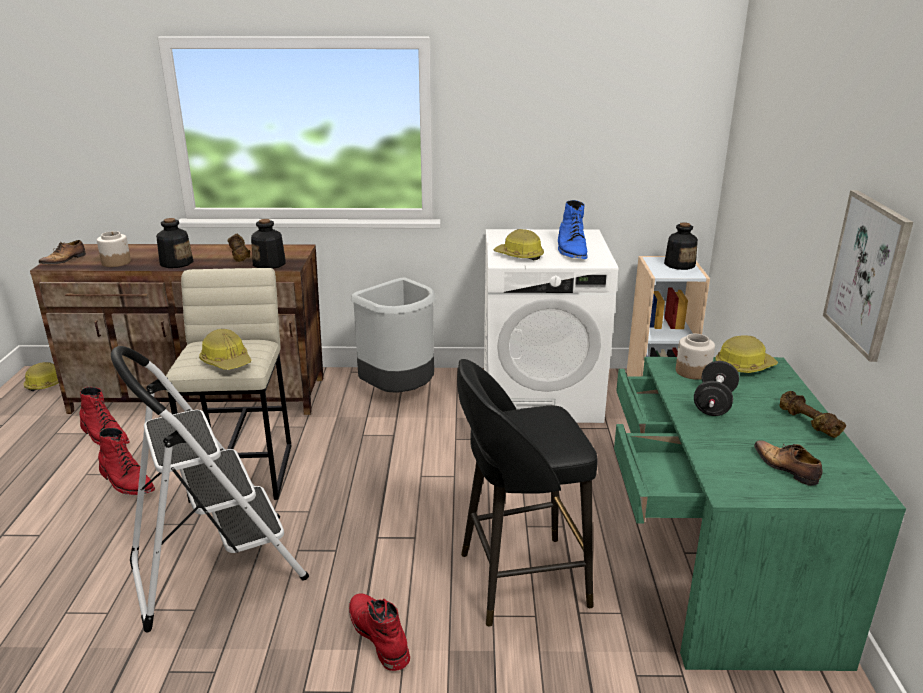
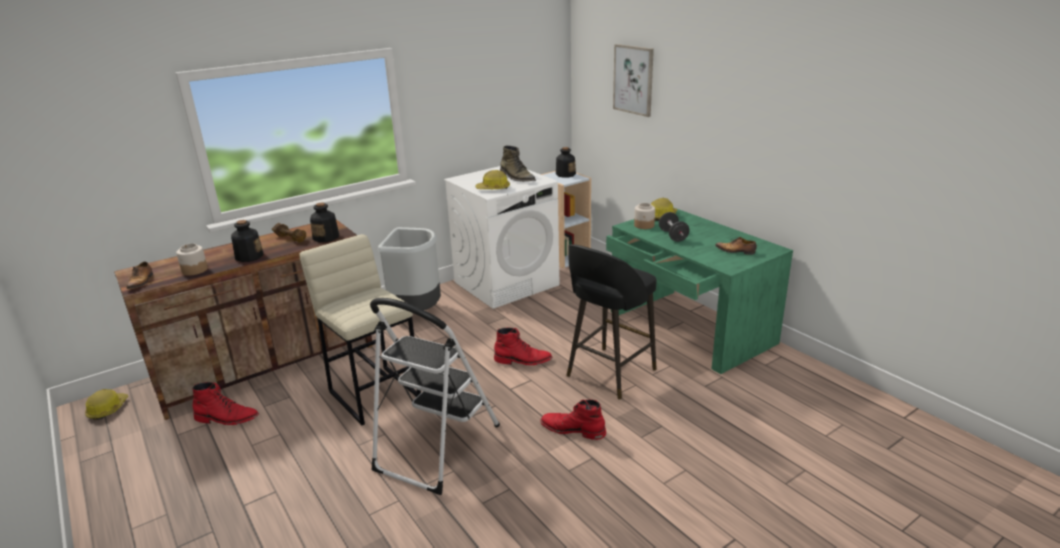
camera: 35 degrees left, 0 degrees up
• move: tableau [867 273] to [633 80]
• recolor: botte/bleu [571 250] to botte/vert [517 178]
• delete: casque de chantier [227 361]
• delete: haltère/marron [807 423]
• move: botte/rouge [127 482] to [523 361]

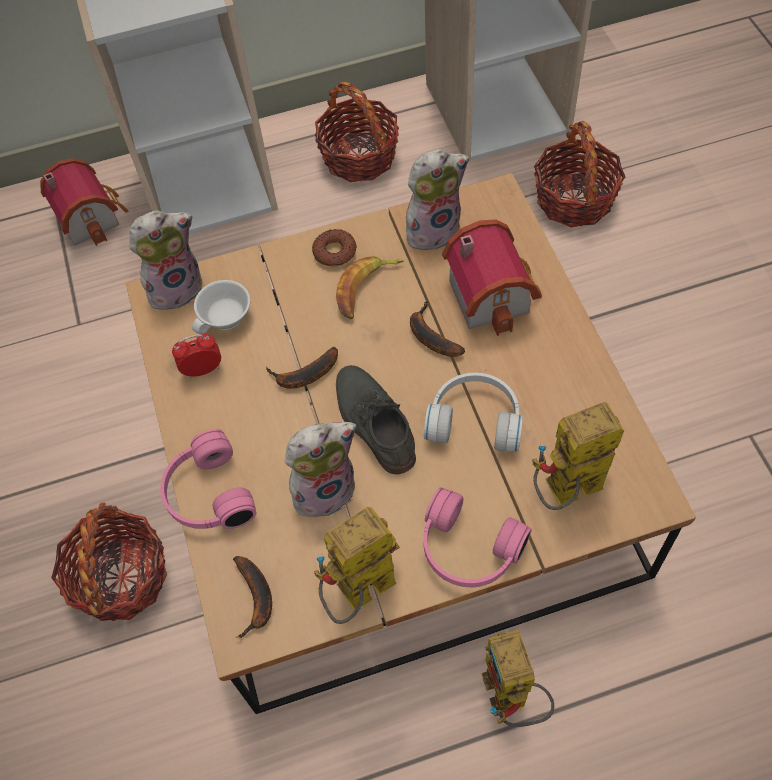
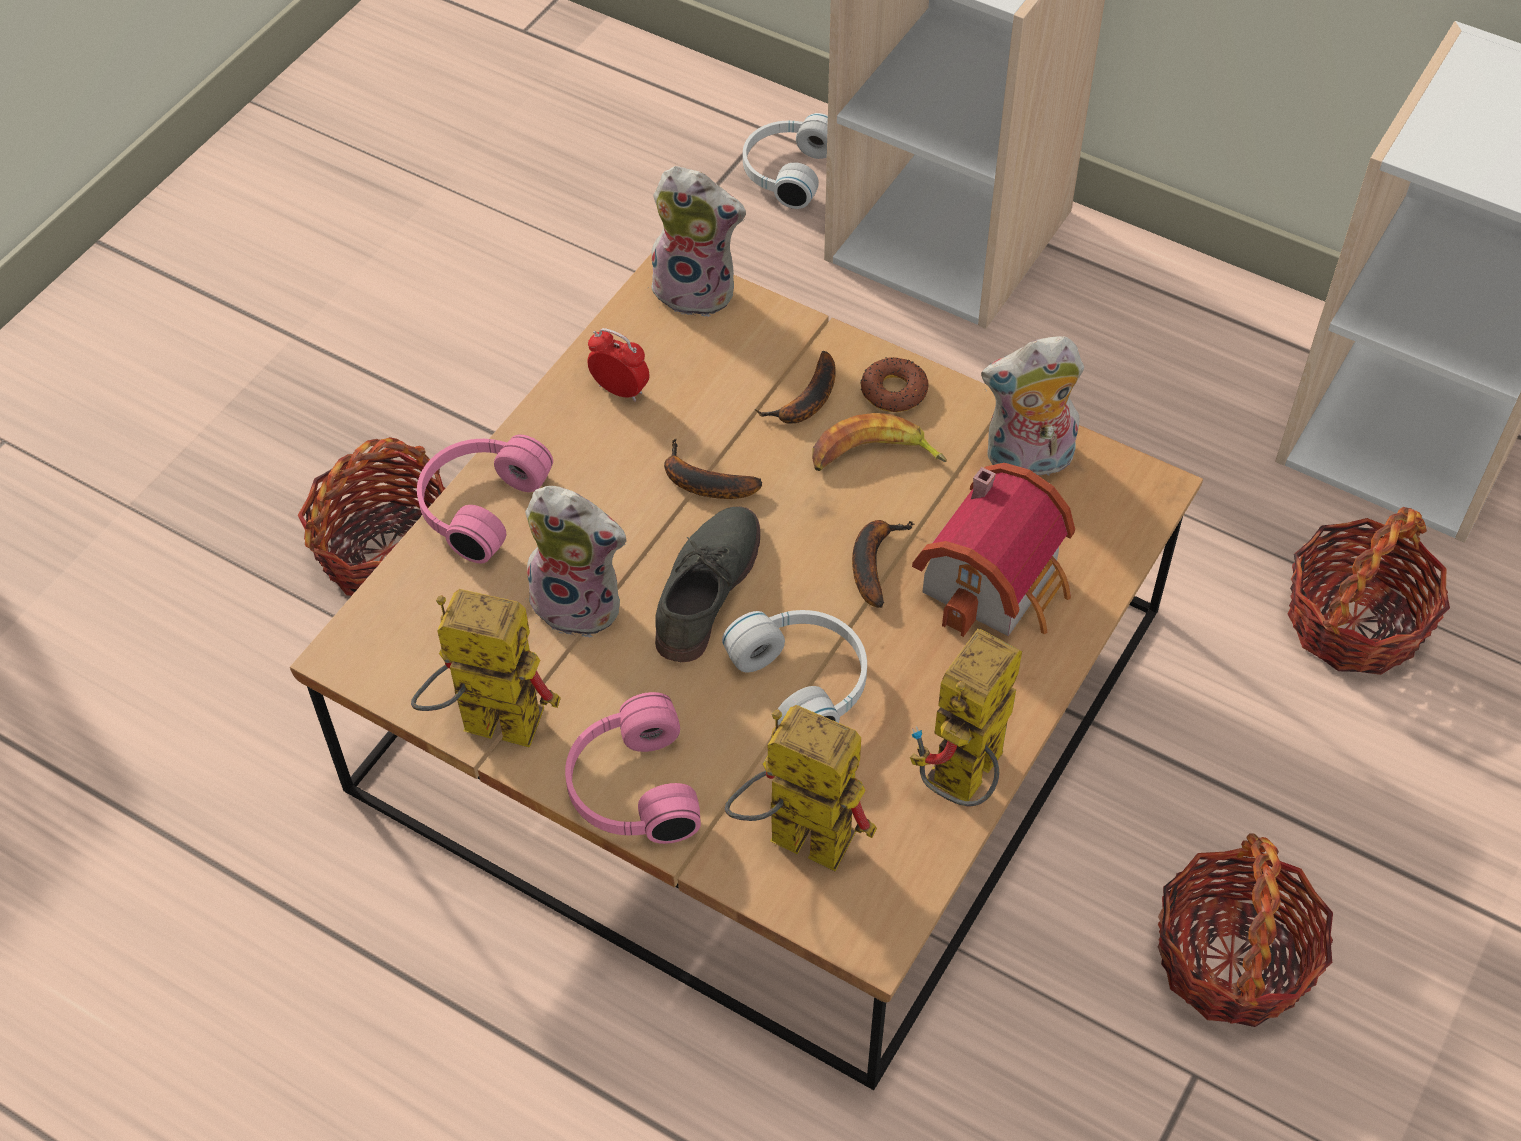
camera: 45 degrees right, 5 degrees down
• move: panier [359 156] to [1232 959]
• rotate: peluche [433 229] = [1027 460] 150 degrees clockwise
• replace: maison miniature [91 216] to casque audio/blanc [785 171]
• delete: tasse/blanc [226 319]
• move: banane [256 599] to [806 402]
• move: robot jouet [511 700] to [962 784]

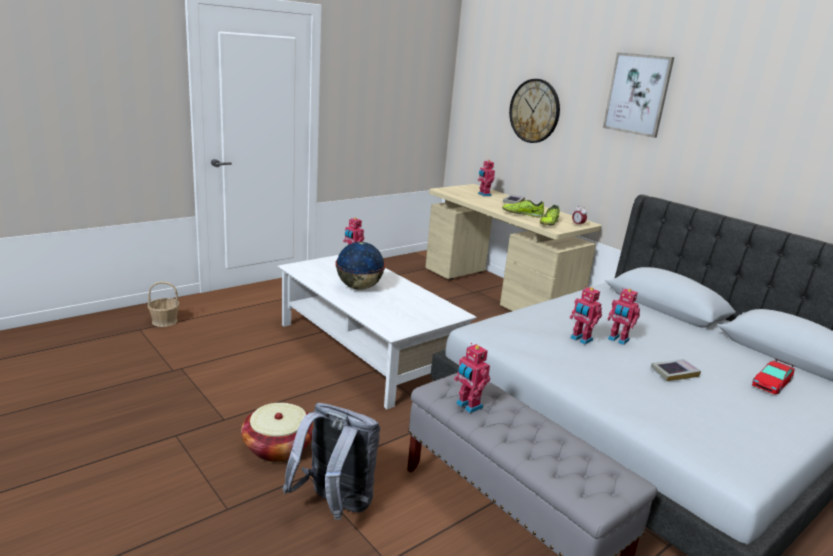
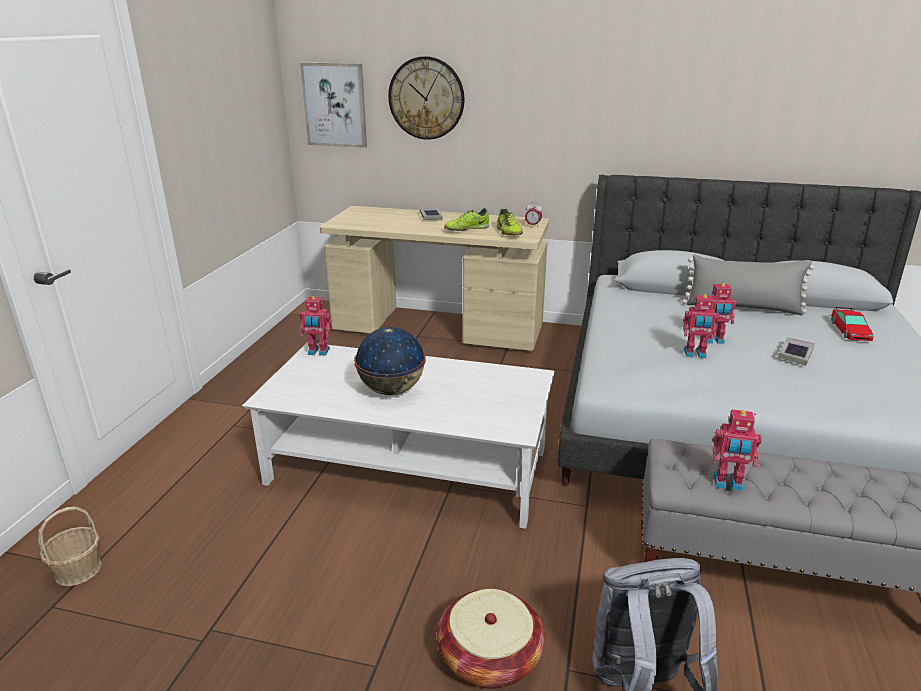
camera: 35 degrees left, 5 degrees up
• move: tableau [637 94] to [335 105]
• delete: robot jouet [483 194]
• insert: coussin/gris [742 307]

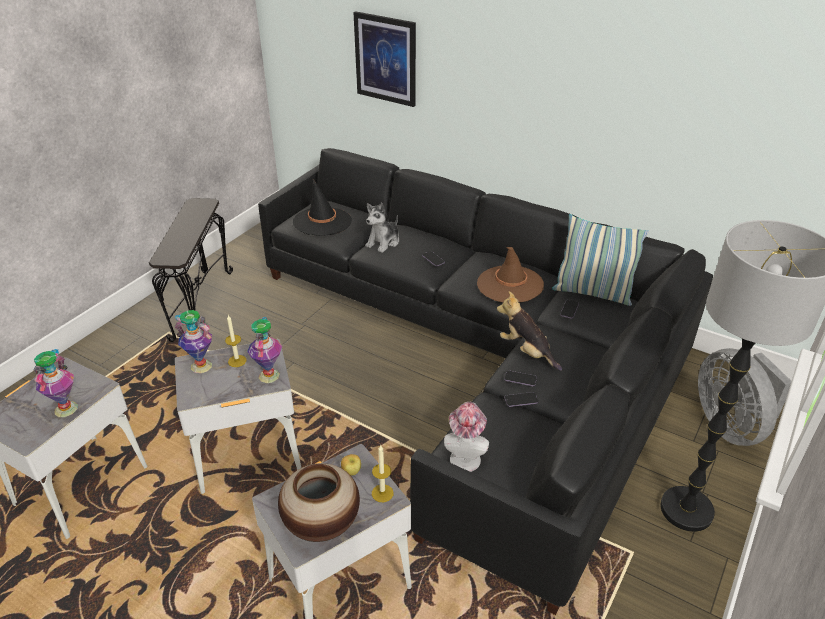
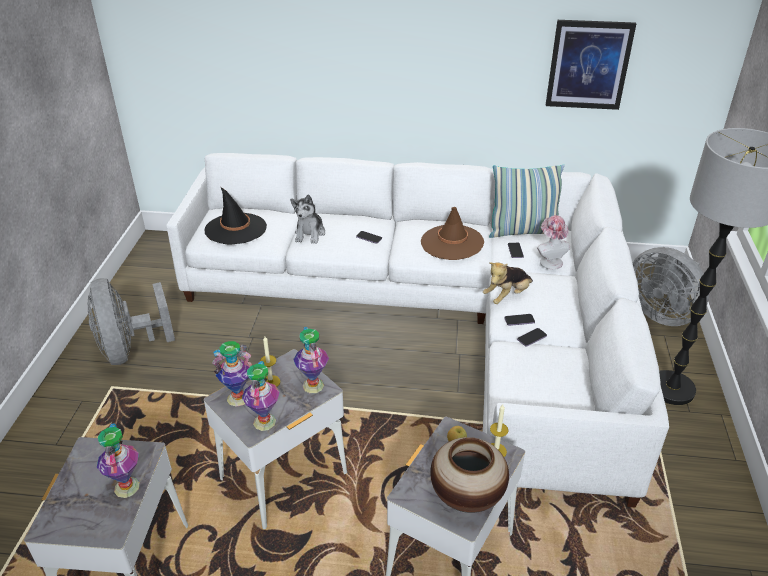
camera: 25 degrees left, 0 degrees up
• move: tableau [386 59] to [588 65]
• recolor: canapé/noir [483 358] to canapé/blanc [439 318]
• replace: table d'appoint/noir [203 305] to ventilateur/gris [130 349]
• rotate: peluche [526 351] = [507 296] 60 degrees counterclockwise
• move: chapeau [465 456] to [549 260]
• insert: vase [264 421]

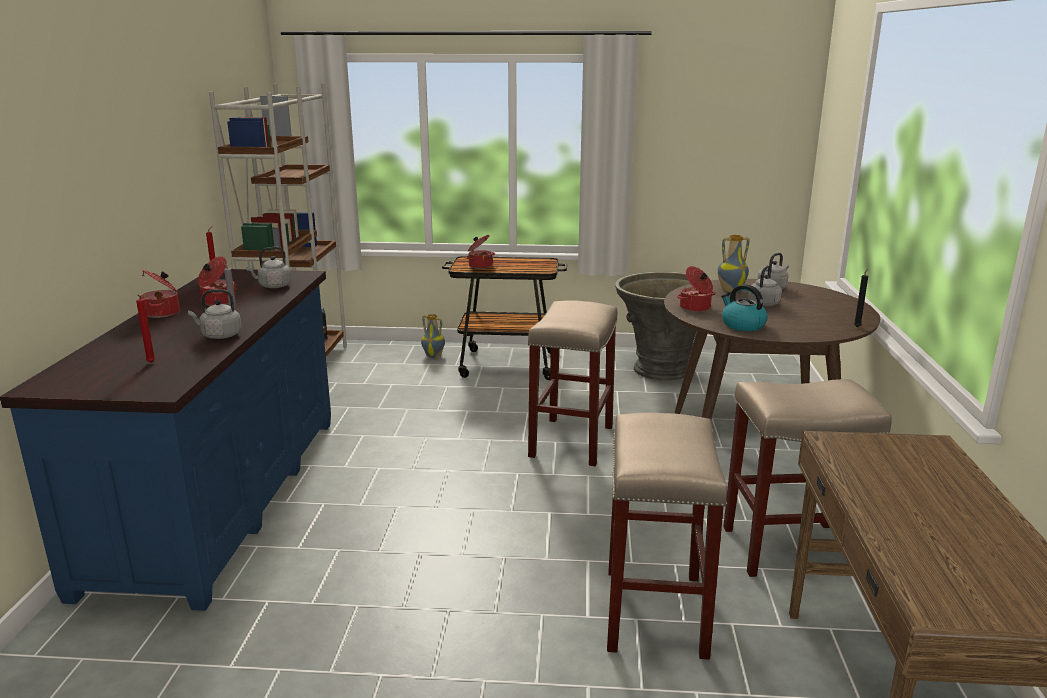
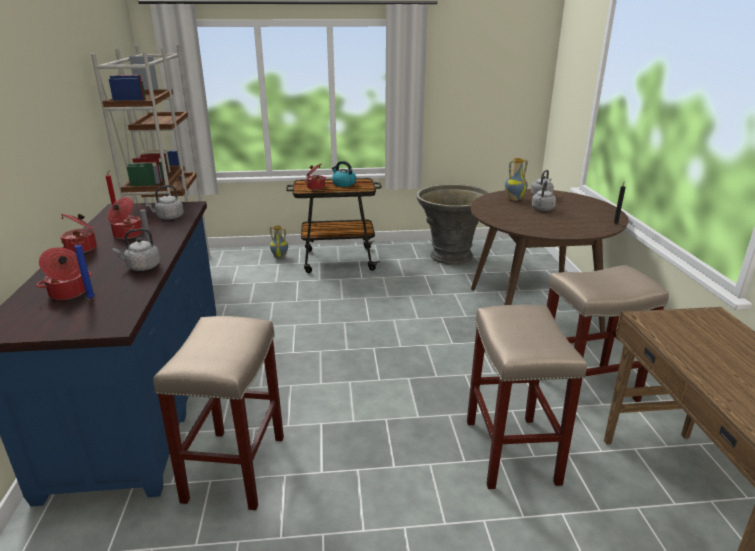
camera: 10 degrees left, 5 degrees up
• move: marmite [695 308] to [68 293]
• move: bouilloire [742 325] to [343 184]
• recolor: bougie/rouge [150 363] to bougie/bleu [91 299]
• move: tabouret/beige [571 441] to [235 467]

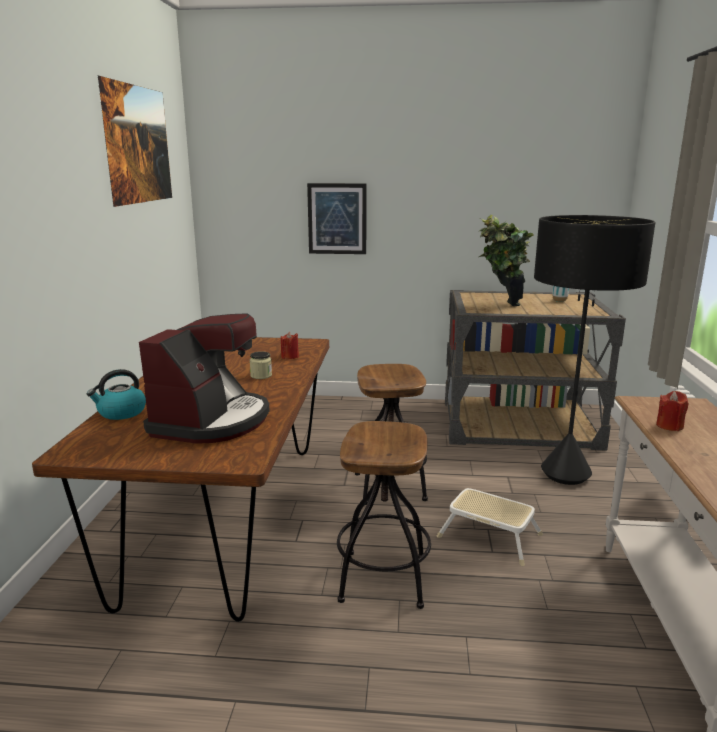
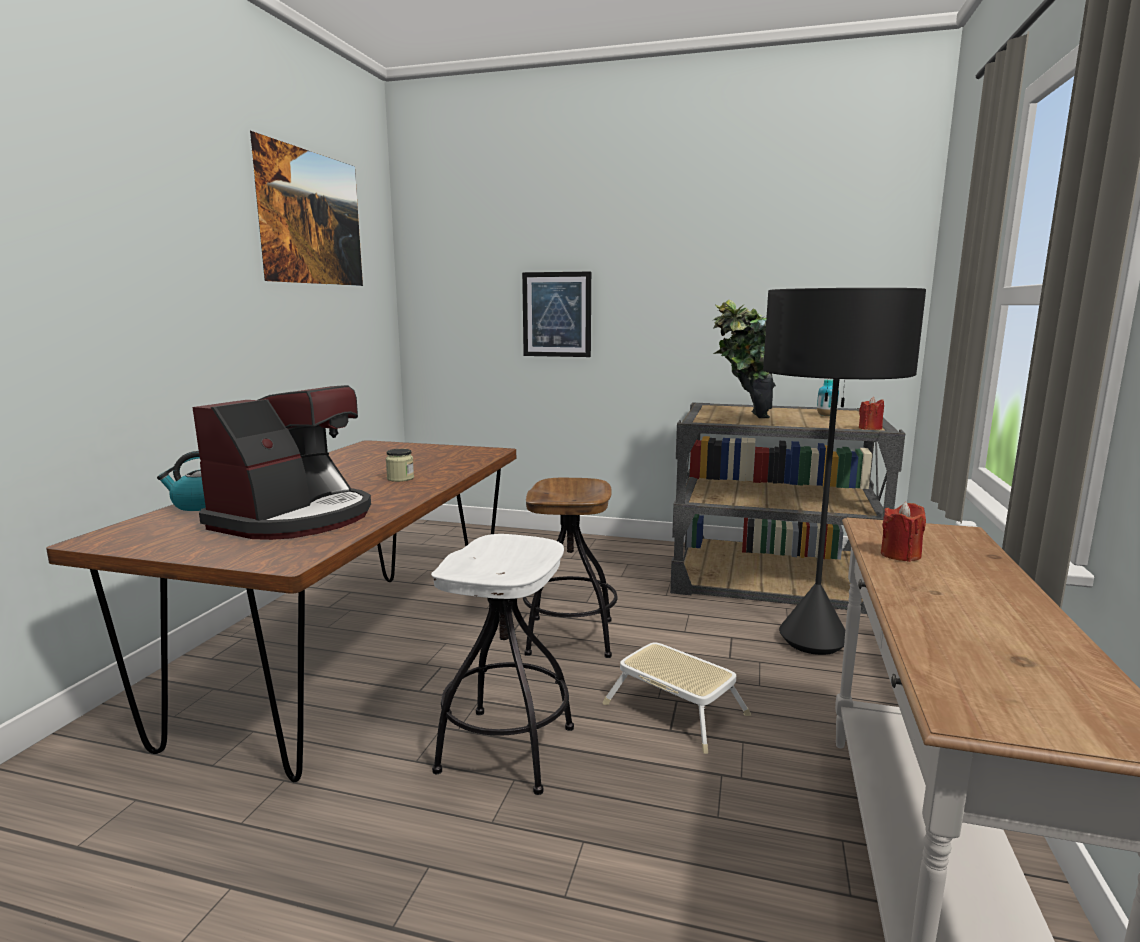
camera: 10 degrees right, 5 degrees down
• move: bougie/rouge [290 357] to [870 428]
• recolor: tabouret/marron [383 578] to tabouret/blanc [506 749]

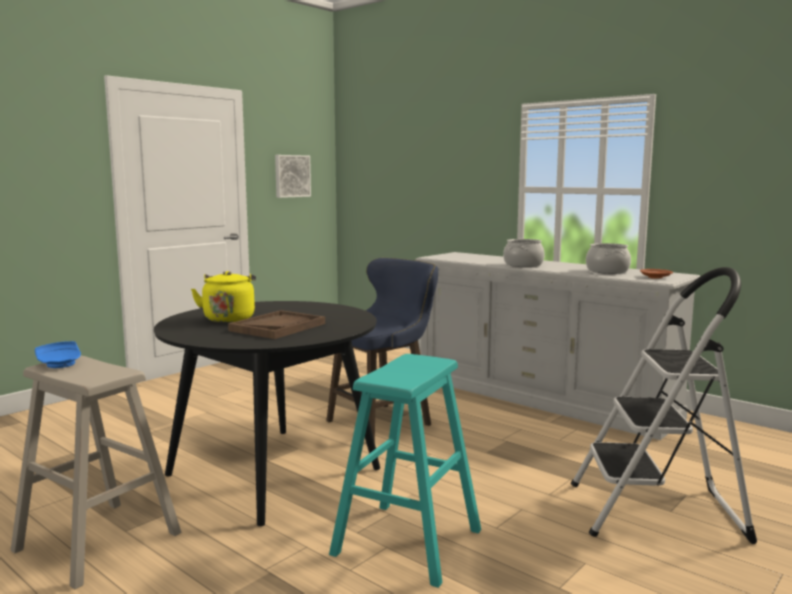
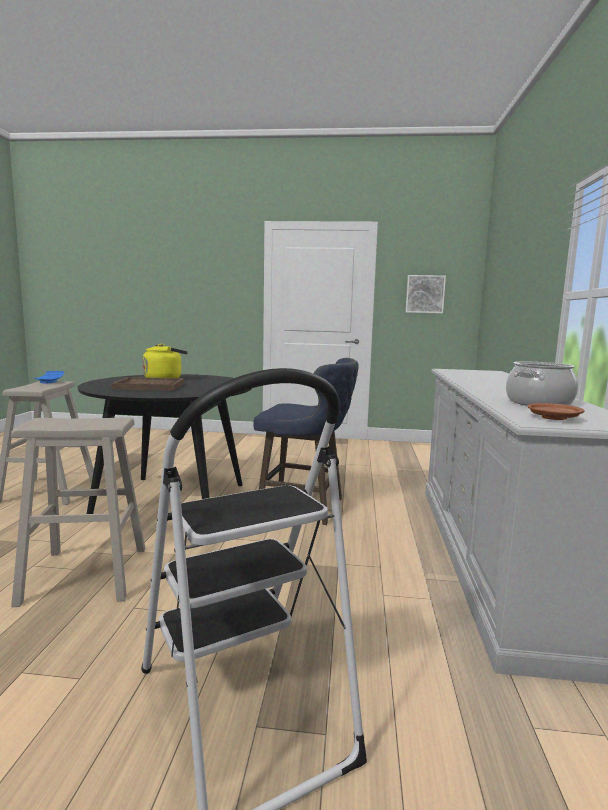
camera: 55 degrees right, 0 degrees up
• delete: marmite [523 265]
• recolor: tabouret/turquoise [407 542] to tabouret/beige [85 575]

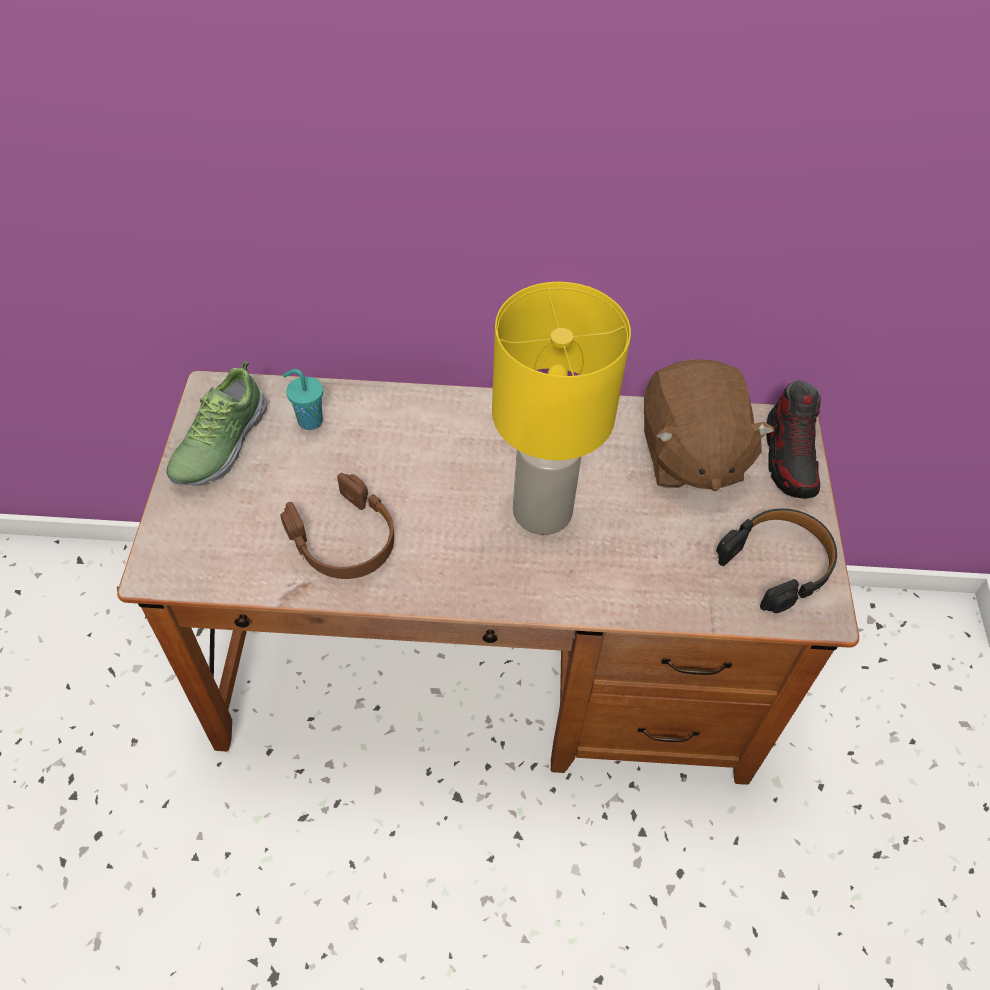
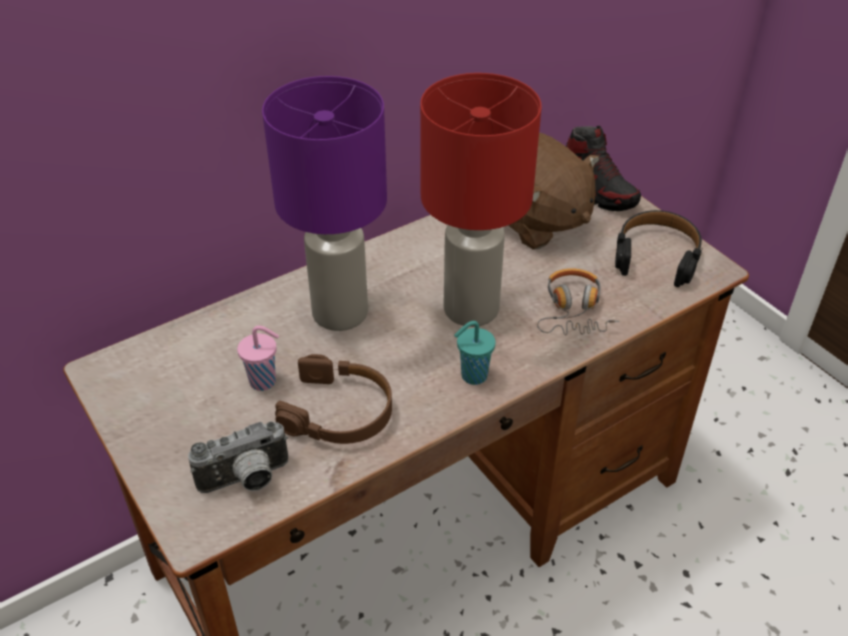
camera: 35 degrees left, 10 degrees down
• recolor: lampe de table/jaune [541 513] to lampe de table/rouge [471 310]
• delete: chaussure [219 444]
• move: tasse/turquoise [308 420] to [472 376]
• insert: lampe de table/violet [338 313]
• insert: casque audio [573 311]
• insert: tasse/rose [264 381]
• insert: appareil photo [246 481]

